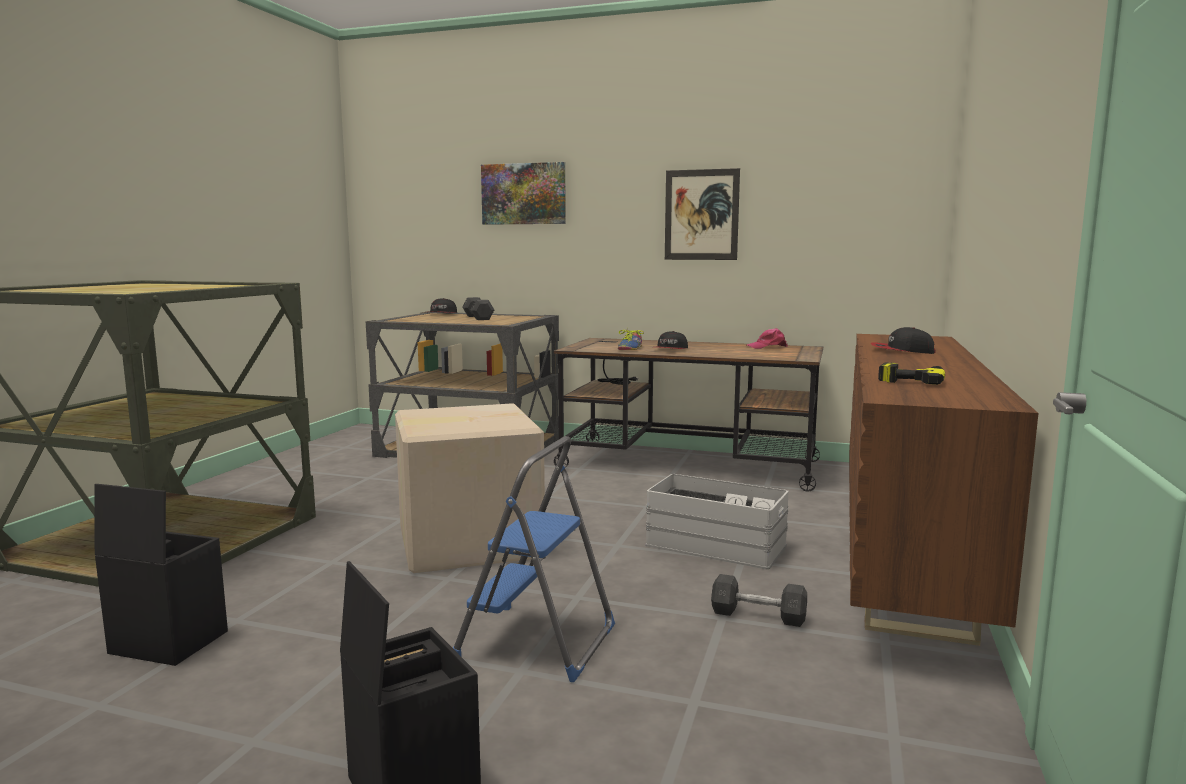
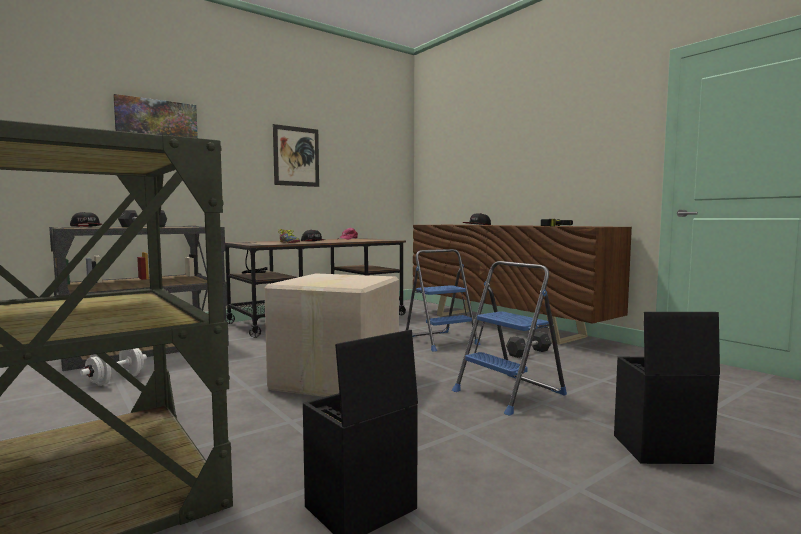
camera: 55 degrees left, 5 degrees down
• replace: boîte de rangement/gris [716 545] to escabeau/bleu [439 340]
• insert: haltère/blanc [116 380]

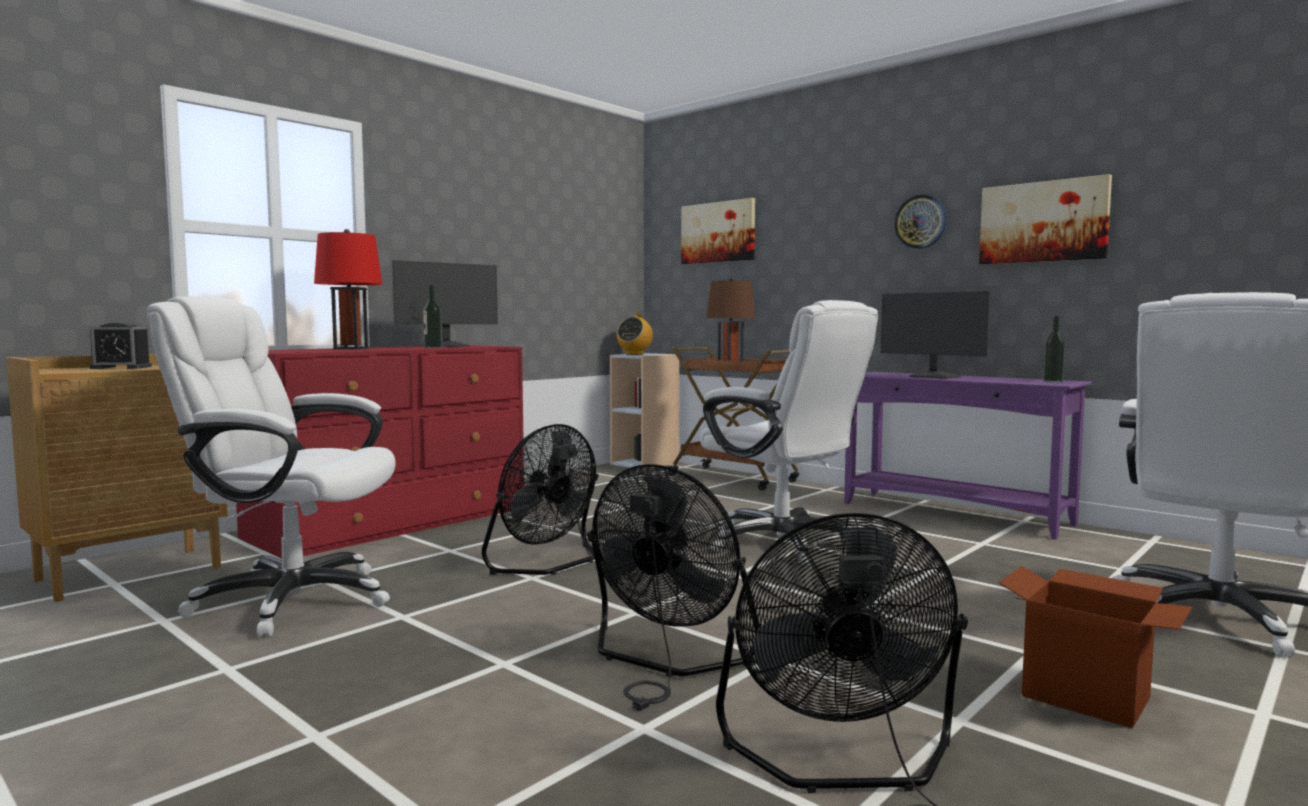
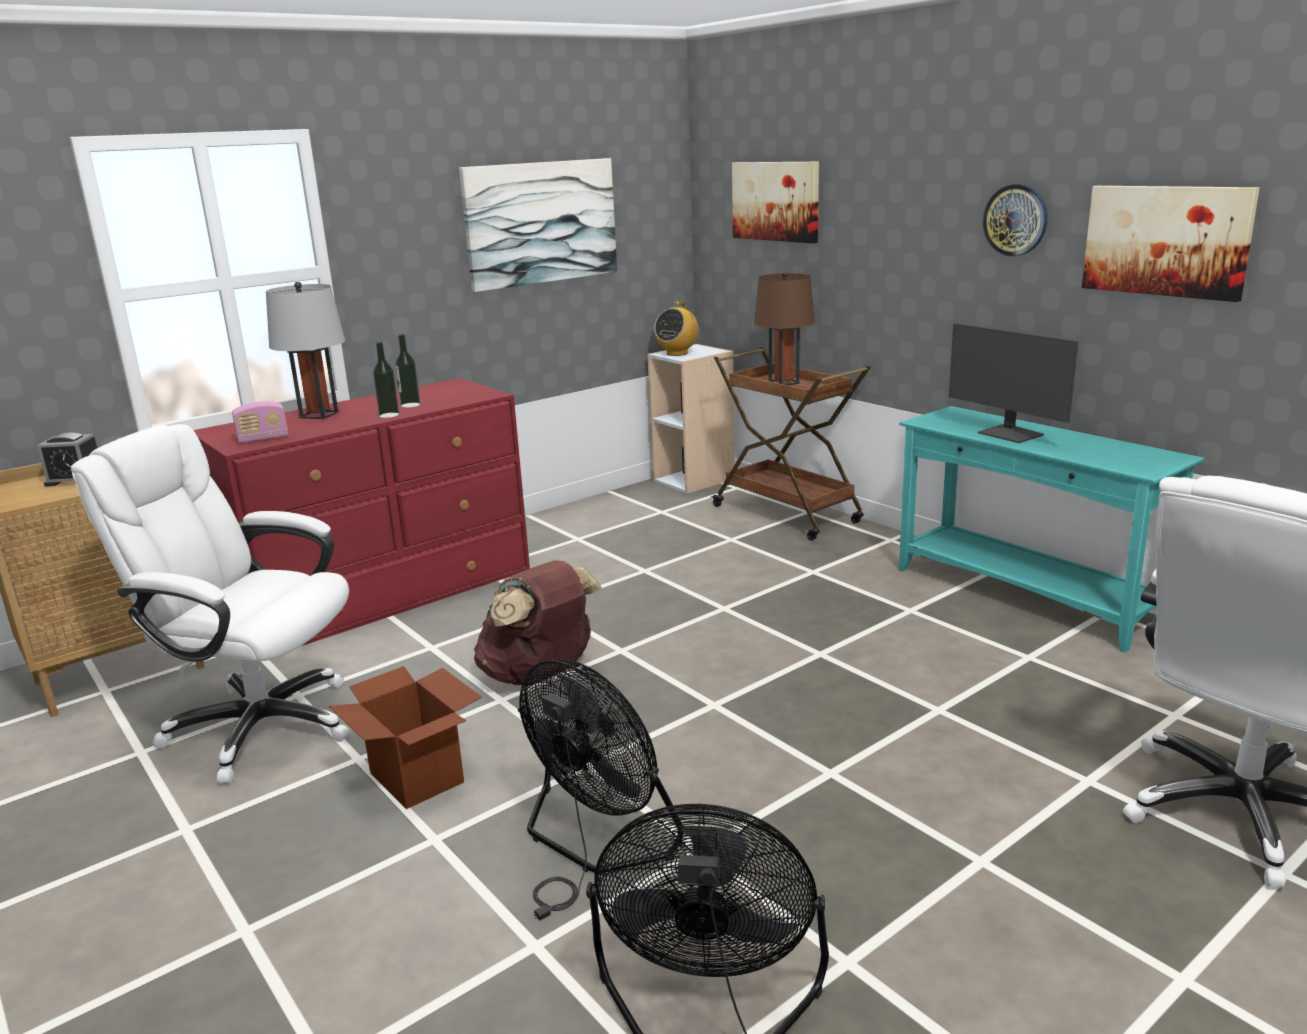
camera: 10 degrees right, 15 degrees up
• recolor: lampe de table/rouge [350 348] to lampe de table/gris [319 415]
• delete: écran d'ordinateur [445 346]
• delete: chaise de bureau/blanc [782 543]
• move: bouteille [1053 381] to [389 415]
• recolor: table console/violet [955 514] to table console/turquoise [1026 595]
• replace: ventilateur/noir [562 563] to sac à dos/marron [540 675]
• move: carton [1086 697] to [417 778]
• insert: tableau [541 223]
• insert: radio [263 439]

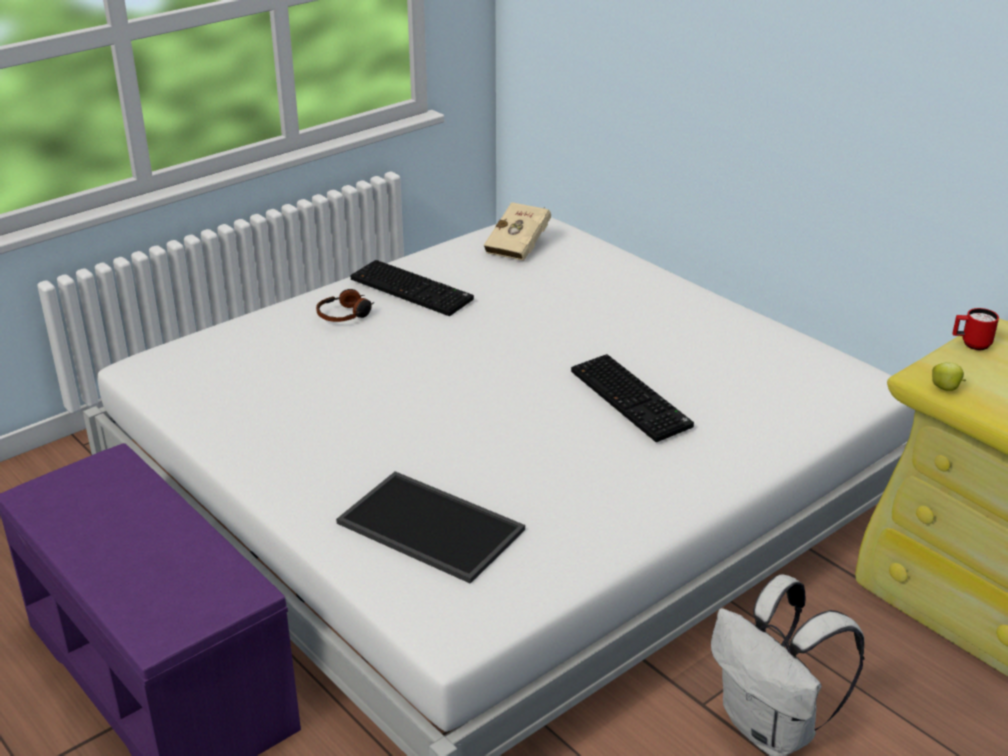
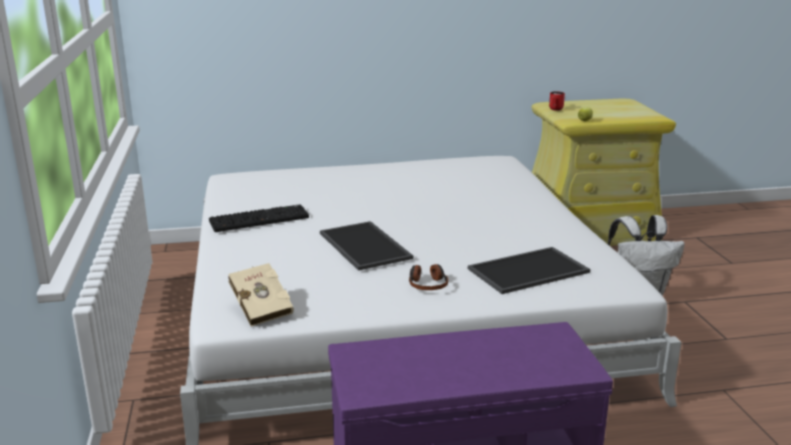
camera: 60 degrees left, 10 degrees down
• move: livre/beige [520 246] to [261 308]
• move: casque audio [345 315] to [427 284]
• delete: clavier [633 399]
• insert: plateau [362 245]

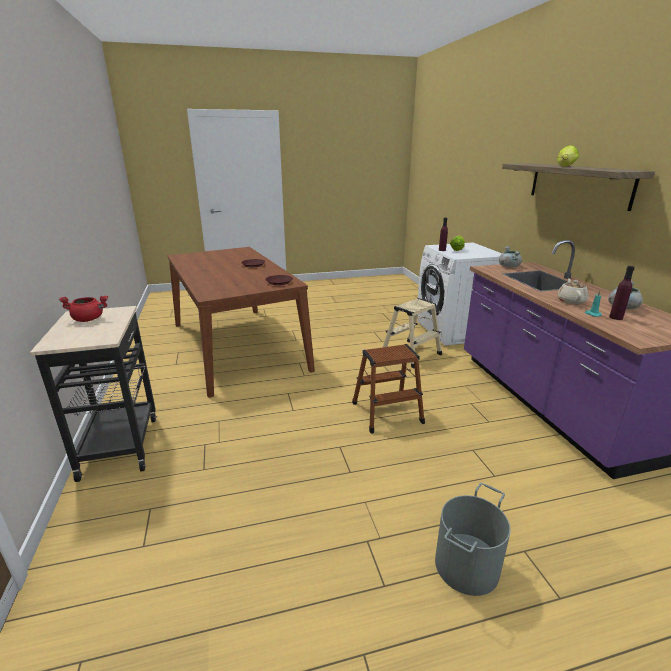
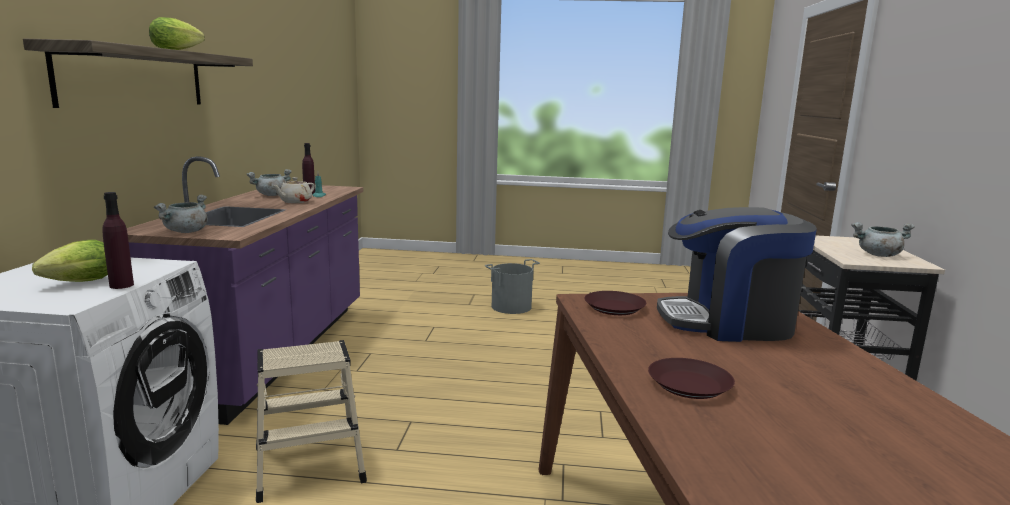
camera: 160 degrees left, 10 degrees down
• recolor: marmite/rouge [89 319] to marmite/gris [878 255]
• delete: escabeau/marron [386 412]
• insert: machine à café [728 322]

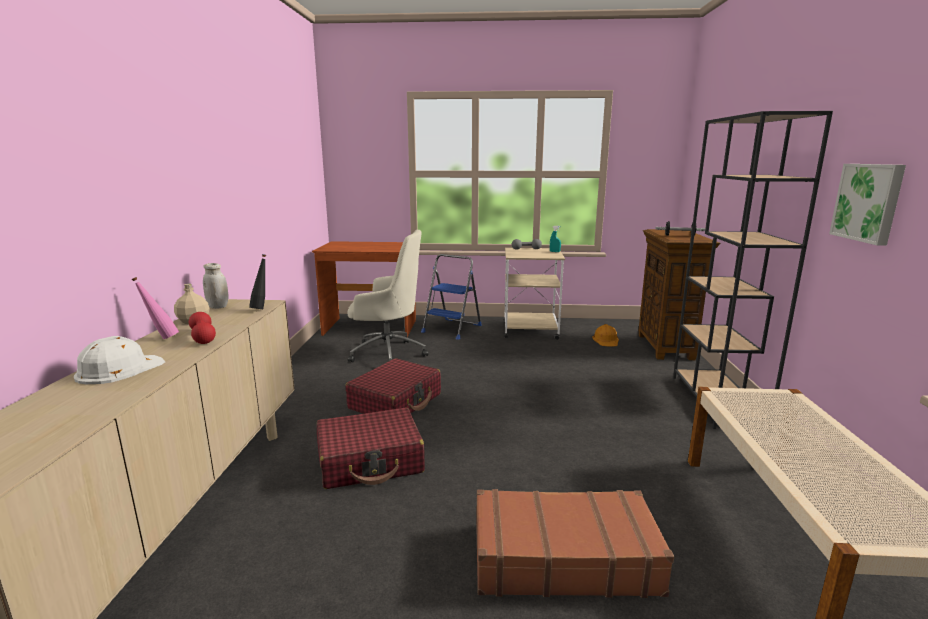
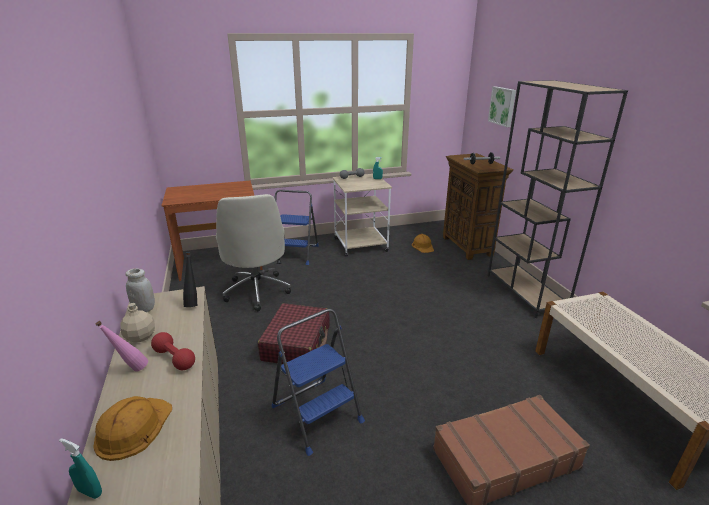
camera: 20 degrees left, 10 degrees up
• move: tableau [868 202] to [503 106]
• rotate: chaise de bureau/beige [388 354] = [257 291] 90 degrees clockwise
• recolor: casque de chantier/blanc [119 369] to casque de chantier/orange [133 428]
• replace: valise/rouge [370 461] to escabeau/bleu [315 411]
• insert: vaporisateur/turquoise [90 492]

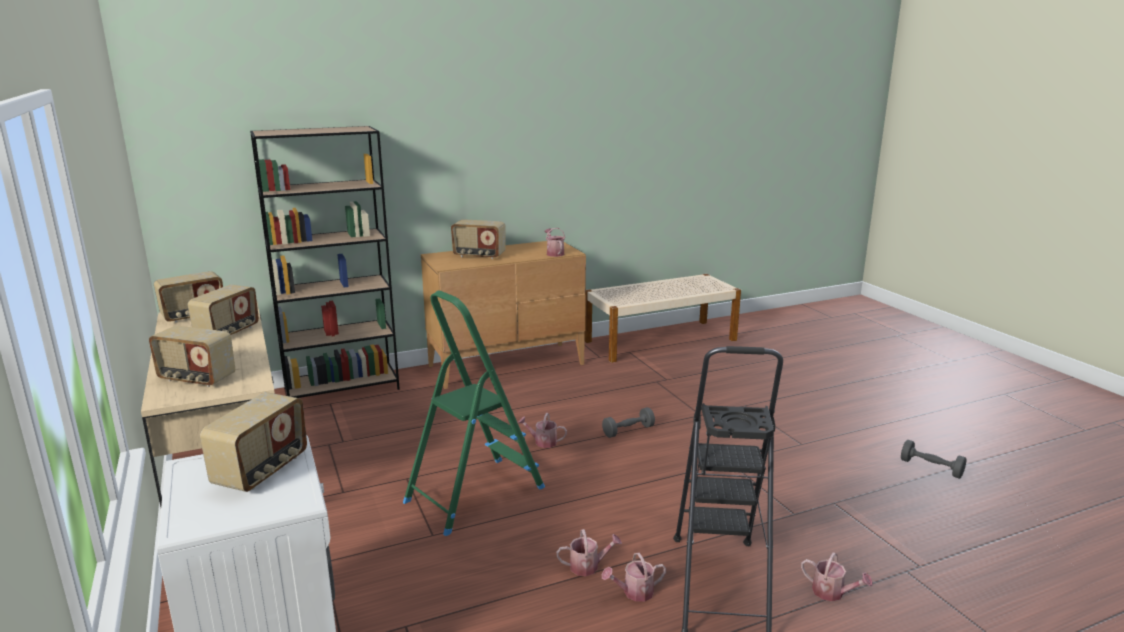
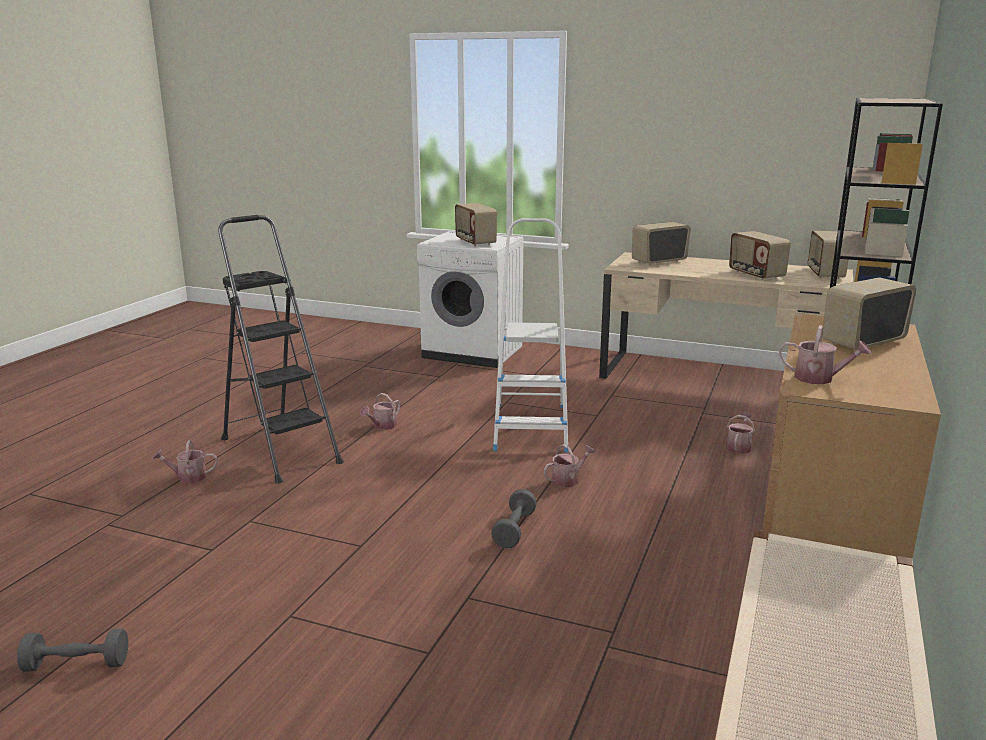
camera: 135 degrees right, 0 degrees up
• recolor: escabeau/vert [476 494] to escabeau/blanc [530 427]
• move: arrosoir [634 593] to [739 447]

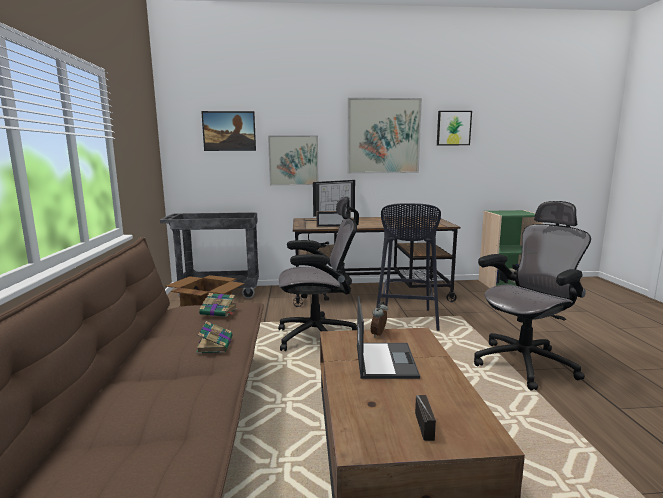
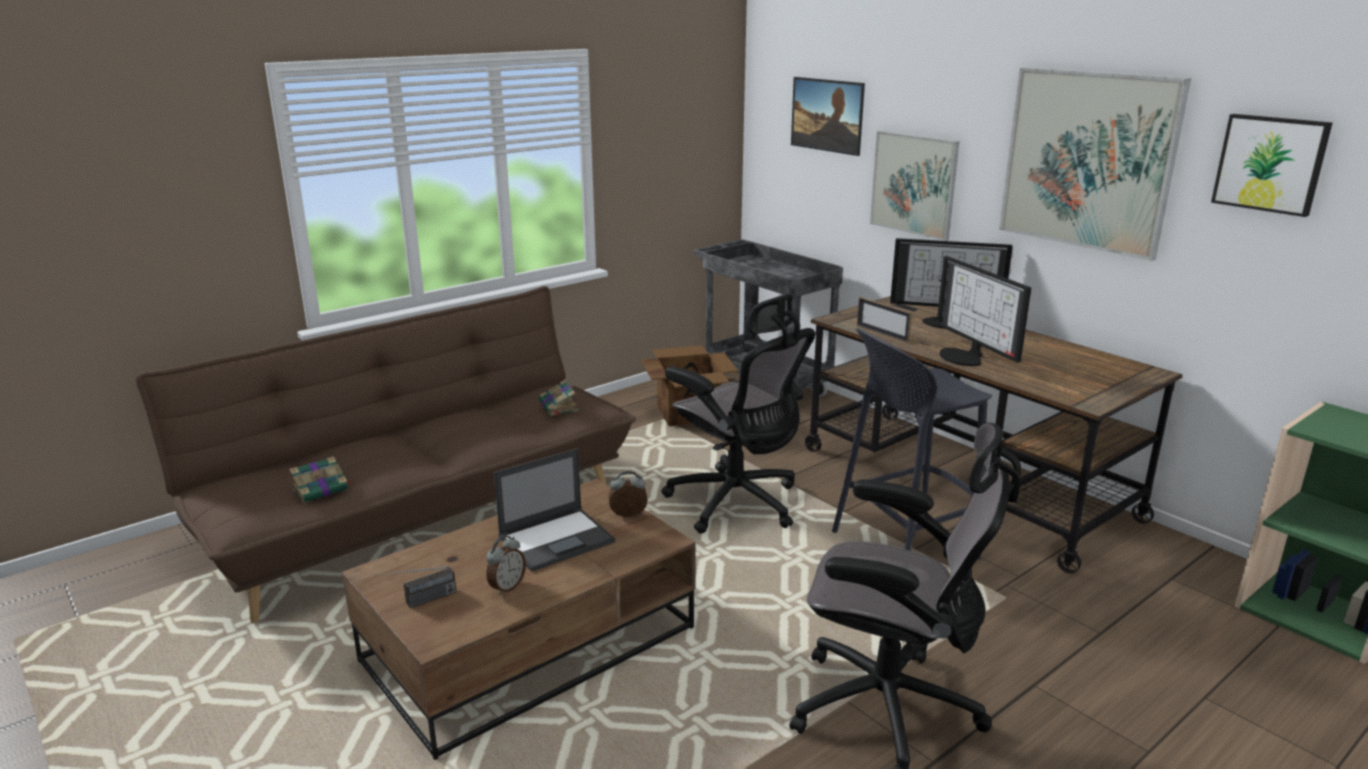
camera: 55 degrees right, 10 degrees up
• move: livre [215 344] to [321 489]
• insert: écran d'ordinateur [965 357]
• insert: réveil [506 587]

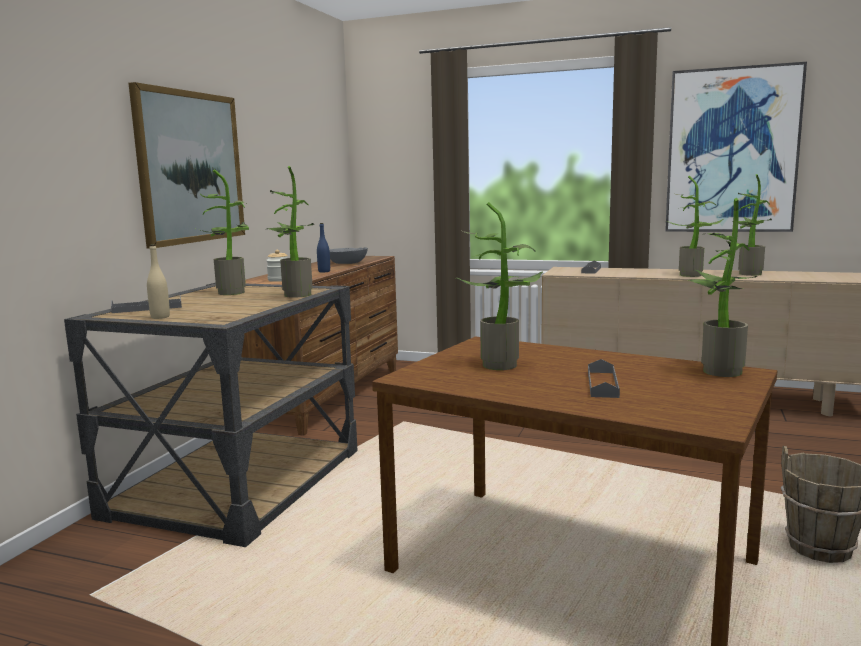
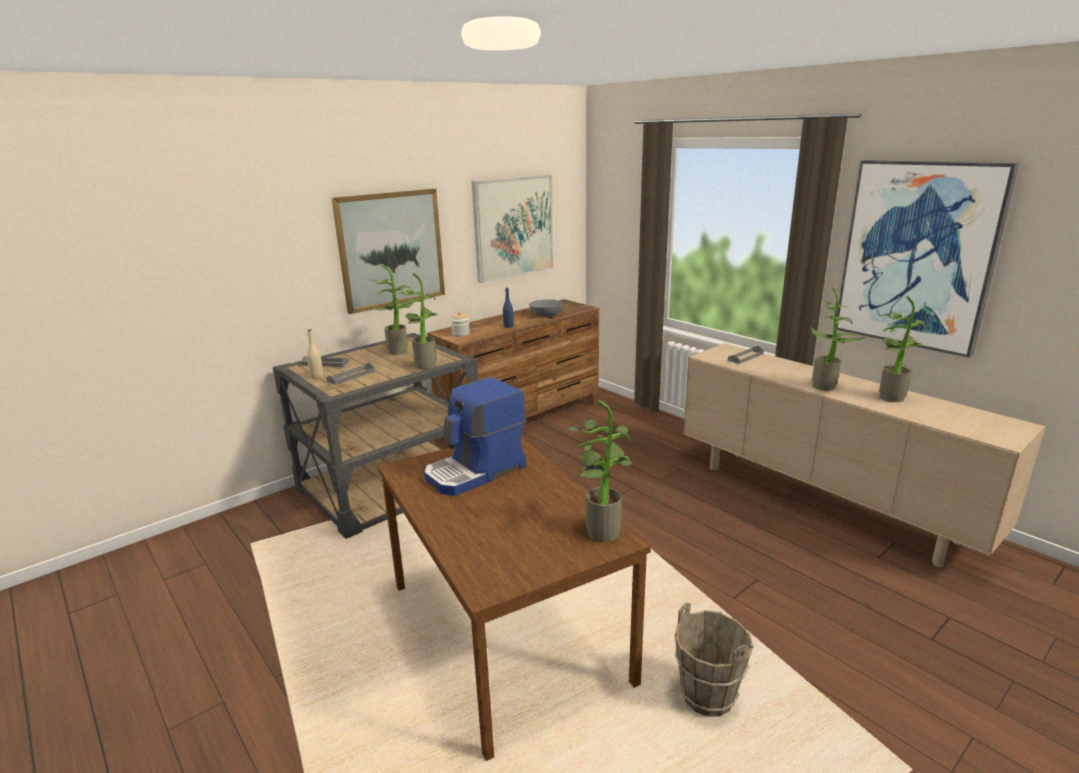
camera: 30 degrees right, 10 degrees up
• replace: plante en pot [502 364] to machine à café [476 472]
• move: plateau/gris [602 384] to [351 376]
• insert: tableau [513 227]

